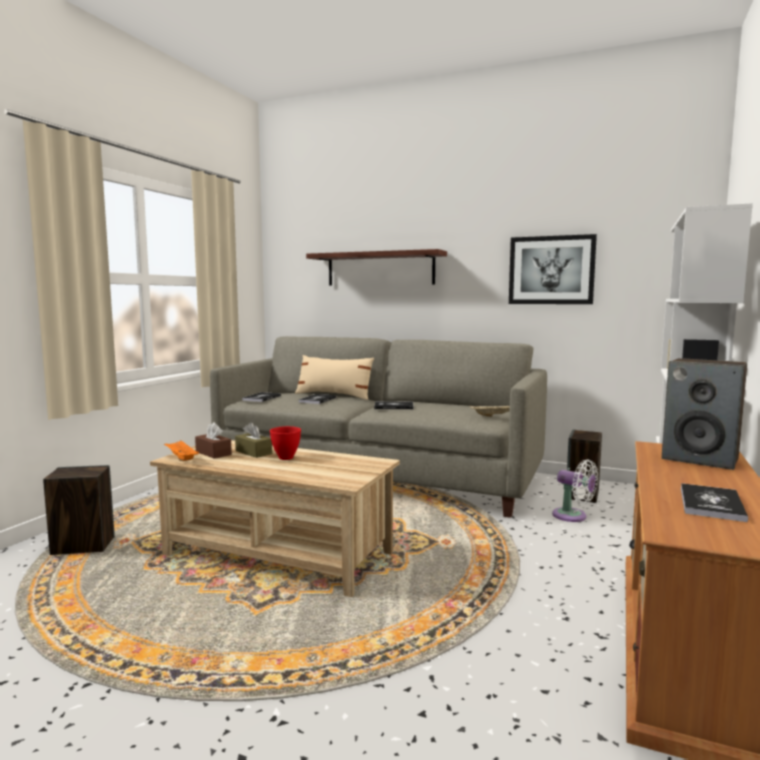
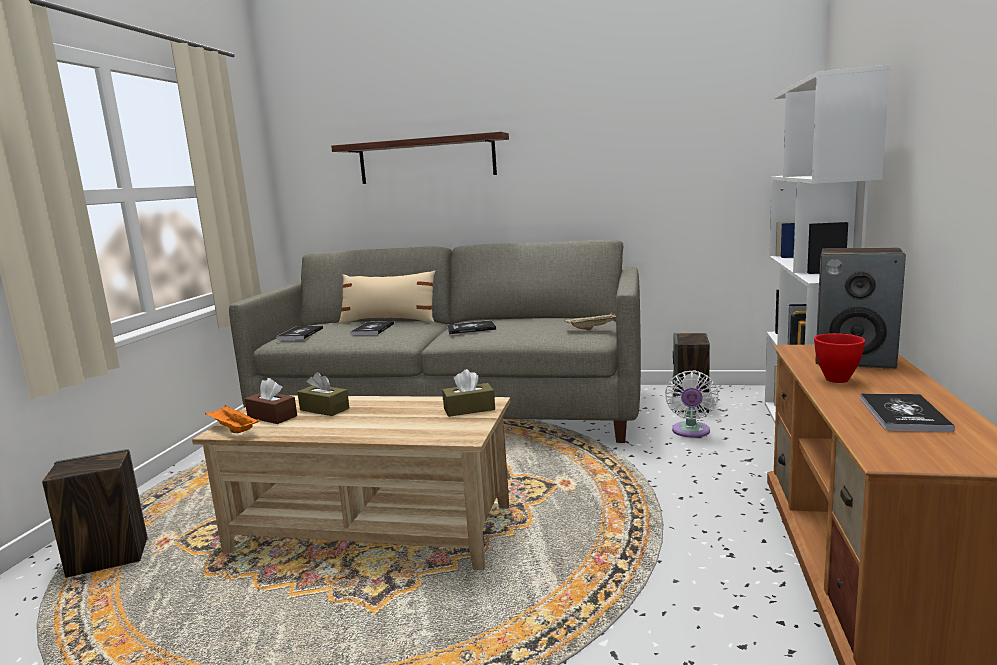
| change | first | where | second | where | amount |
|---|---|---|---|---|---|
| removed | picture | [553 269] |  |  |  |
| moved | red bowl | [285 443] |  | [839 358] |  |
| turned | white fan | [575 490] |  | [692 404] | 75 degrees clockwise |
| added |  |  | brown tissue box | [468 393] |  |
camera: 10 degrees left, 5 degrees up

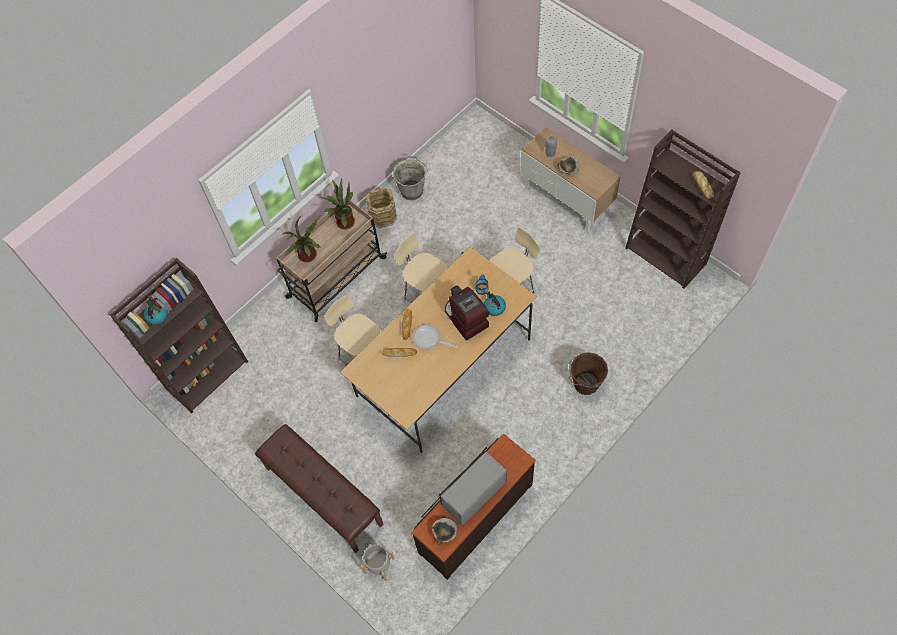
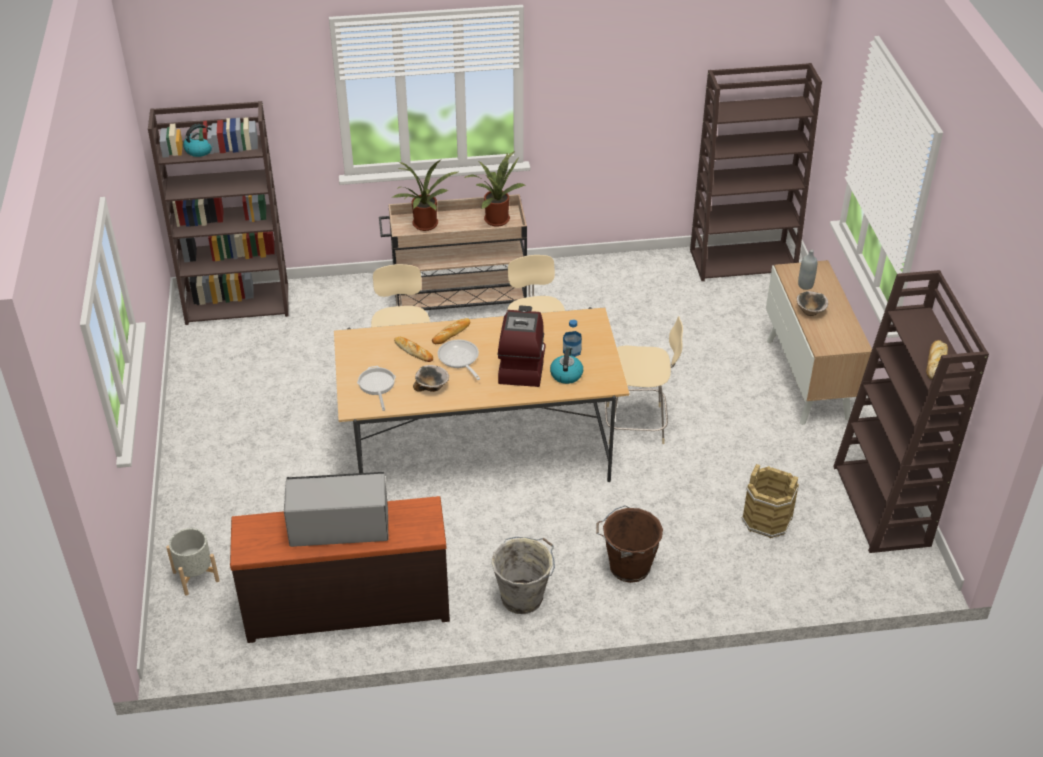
| change | first | where | second | where | amount |
|---|---|---|---|---|---|
| moved | grey bucket | [410 178] |  | [523 575] |  |
| moved | brown bucket | [381 208] |  | [770 501] |  |
| removed | brown bench | [319 488] |  |  |  |
| moved | bowl | [444 531] |  | [431 378] |  |
| added |  |  | brown bookcase | [756 172] |  |
| added |  |  | frying pan | [376 388] |  |
camera: 35 degrees right, 20 degrees down

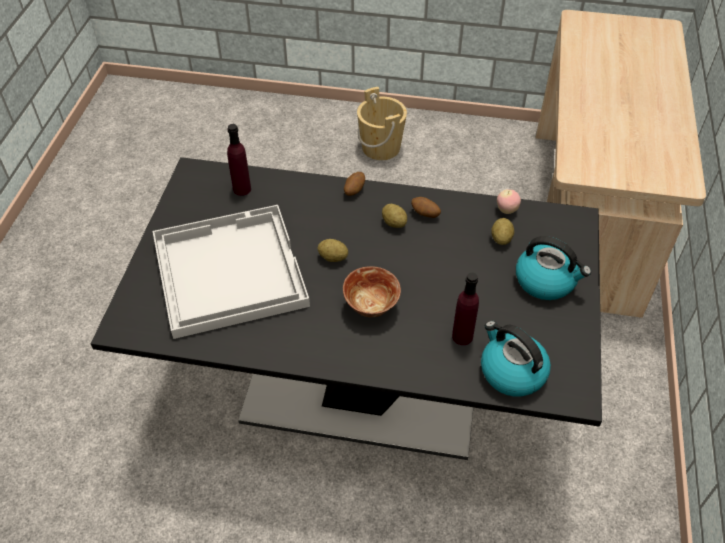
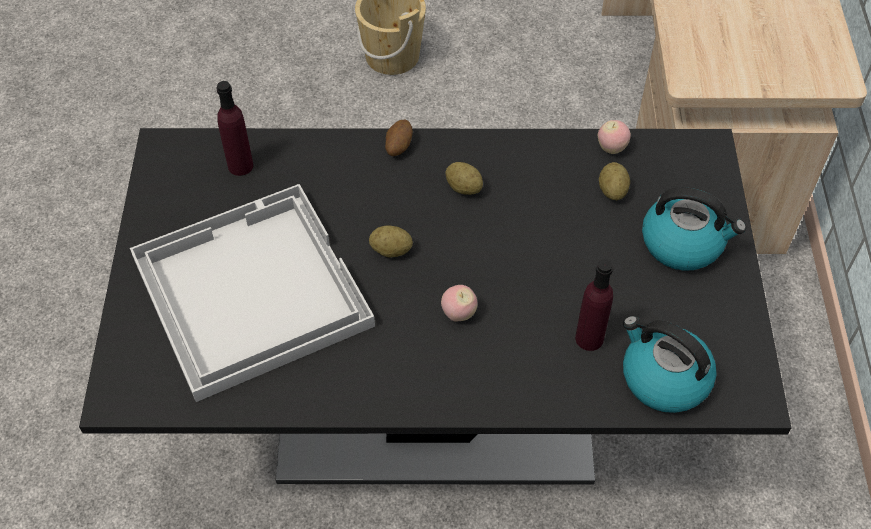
| change | first | where | second | where | amount |
|---|---|---|---|---|---|
| removed | potato | [426 207] |  |  |  |
| replaced | bowl | [372 291] | apple | [459 303] |  |
camera: 10 degrees left, 5 degrees up

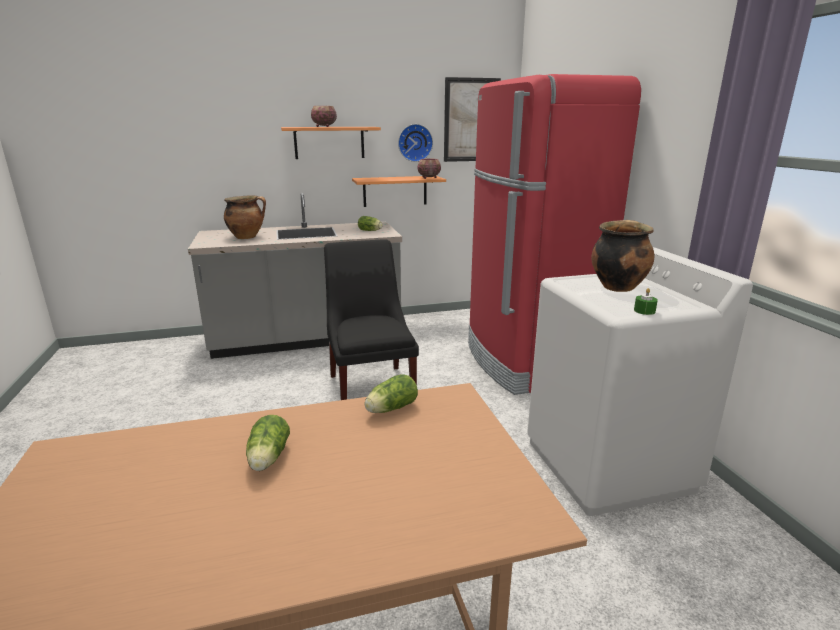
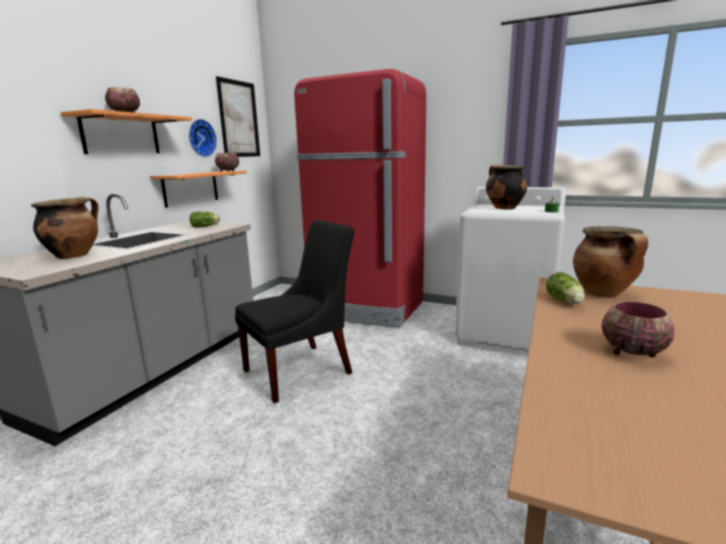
| change | first | where | second | where | amount |
|---|---|---|---|---|---|
| turned | black chair | [371 319] |  | [294 311] | 120 degrees clockwise |
| replaced | lettuce | [268 443] | bowl | [638 329] |  |
| added |  |  | cooking pot | [610 261] |  |
camera: 50 degrees left, 5 degrees down

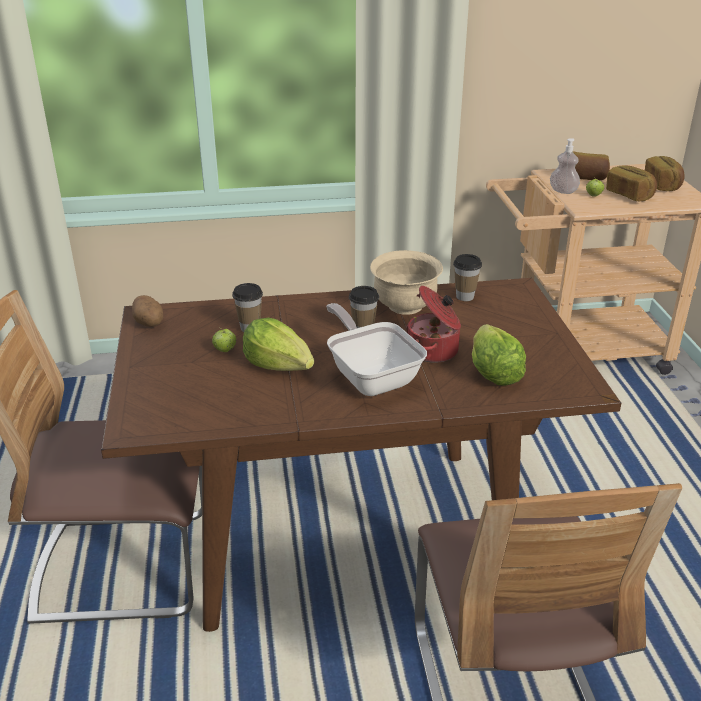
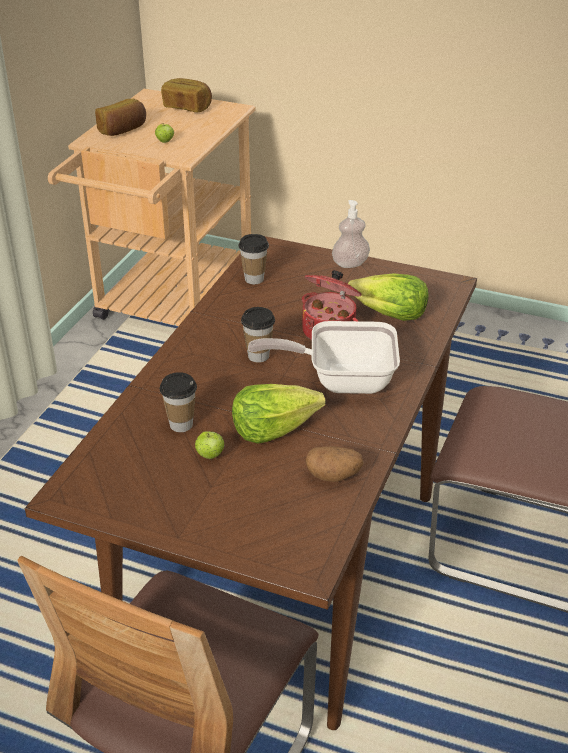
| change | first | where | second | where | amount |
|---|---|---|---|---|---|
| moved | soap dispenser | [565 166] |  | [351 234] |  |
| removed | bread | [631 183] |  |  |  |
| removed | beige bowl | [406 282] |  |  |  |
| moved | potato | [147 311] |  | [334 464] |  |
camera: 60 degrees left, 5 degrees up

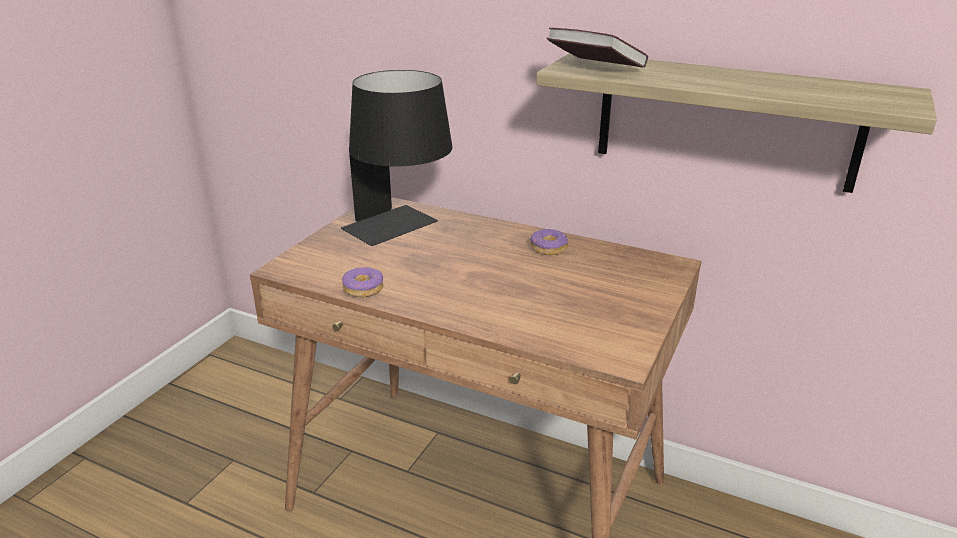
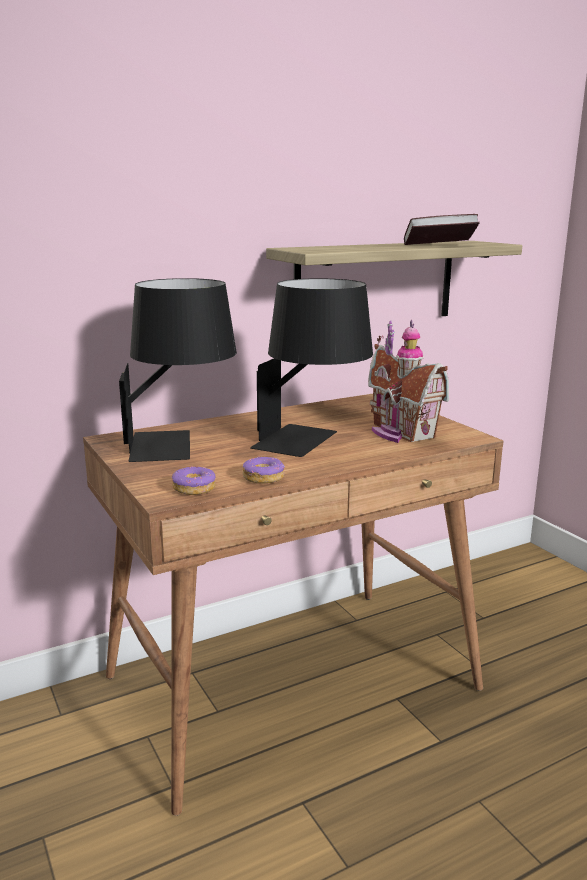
| change | first | where | second | where | amount |
|---|---|---|---|---|---|
| moved | book | [597 48] |  | [442 229] |  |
| moved | donut | [549 242] |  | [194 480] |  |
| added |  |  | black table lamp | [311 367] |  |
| added |  |  | toy house | [408 381] |  |
camera: 55 degrees left, 10 degrees down

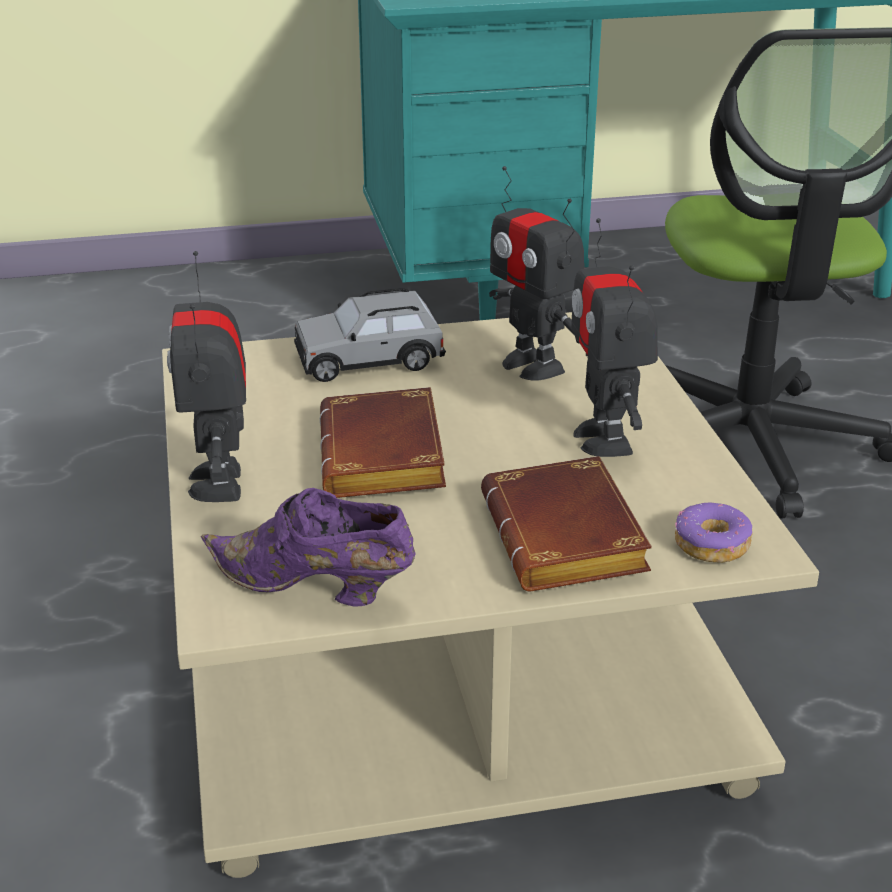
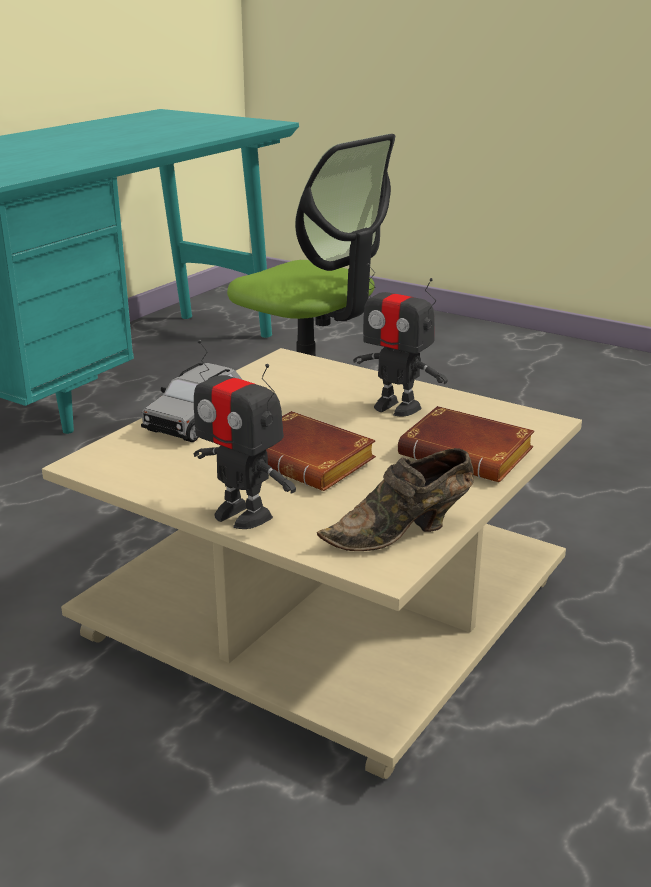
| change | first | where | second | where | amount |
|---|---|---|---|---|---|
| removed | toy robot | [536 273] |  |  |  |
| recoloured | purple shoe | [308 547] | brown shoe | [395 499] |  |
| removed | donut | [714 533] |  |  |  |
camera: 45 degrees left, 5 degrees down

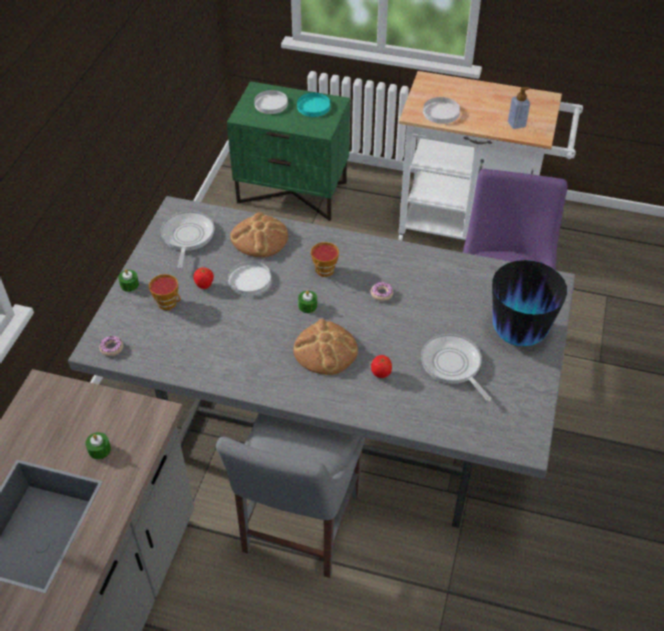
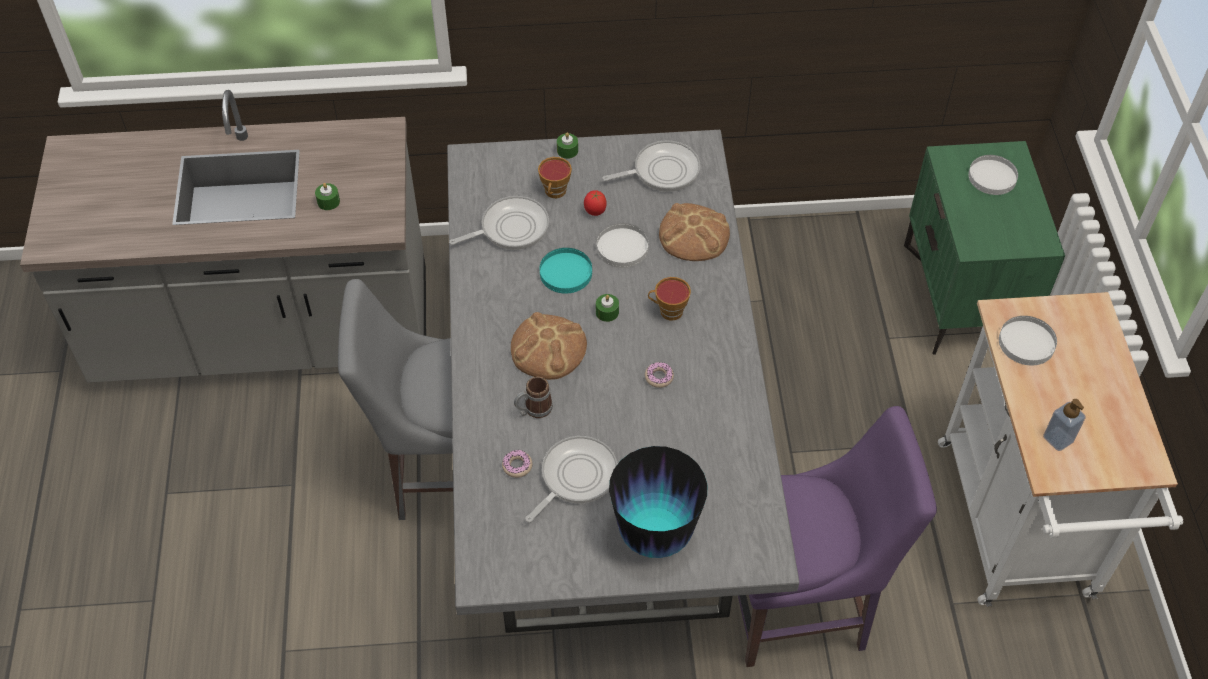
| change | first | where | second | where | amount |
|---|---|---|---|---|---|
| moved | turquoise plate | [313 105] |  | [566 271] |  |
| moved | donut | [111 346] |  | [517 464] |  |
| replaced | tomato | [381 366] | mug | [533 397] |  |
| added |  |  | frying pan | [499 223] |  |
camera: 70 degrees right, 5 degrees up

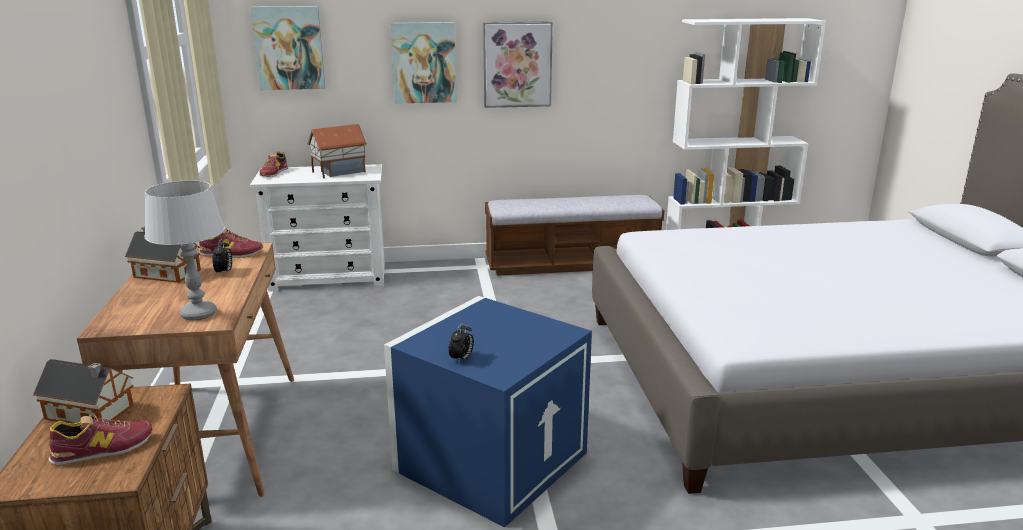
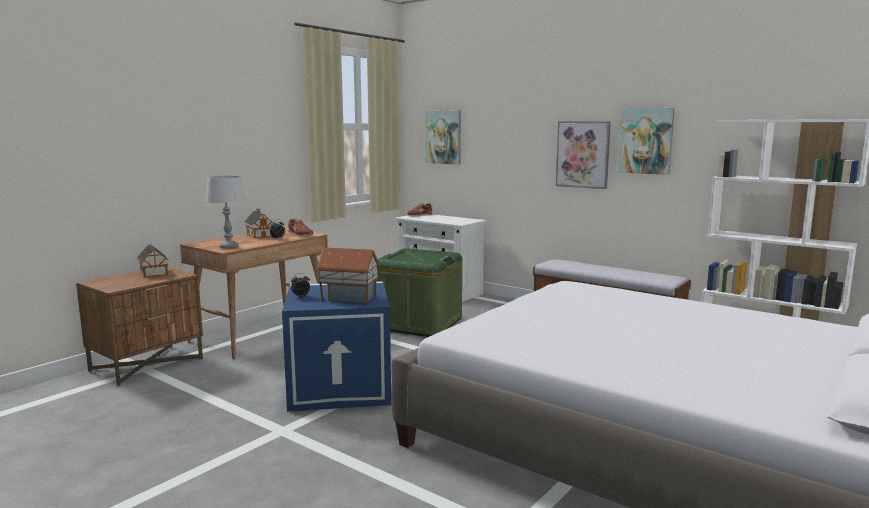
| change | first | where | second | where | amount |
|---|---|---|---|---|---|
| moved | picture | [423 63] |  | [646 141] |  |
| moved | toy house | [337 151] |  | [348 275] |  |
| removed | shoe | [100 440] |  |  |  |
| added |  |  | green storage box | [419 292] |  |
camera: 45 degrees right, 10 degrees down

